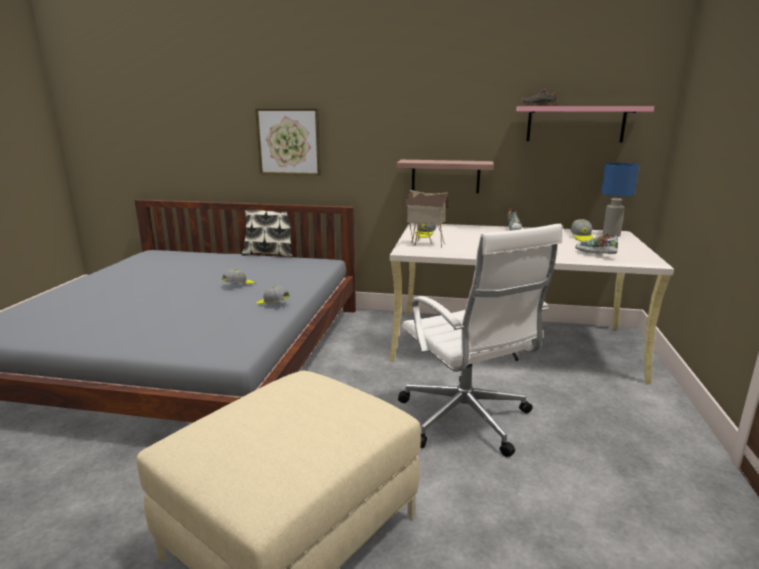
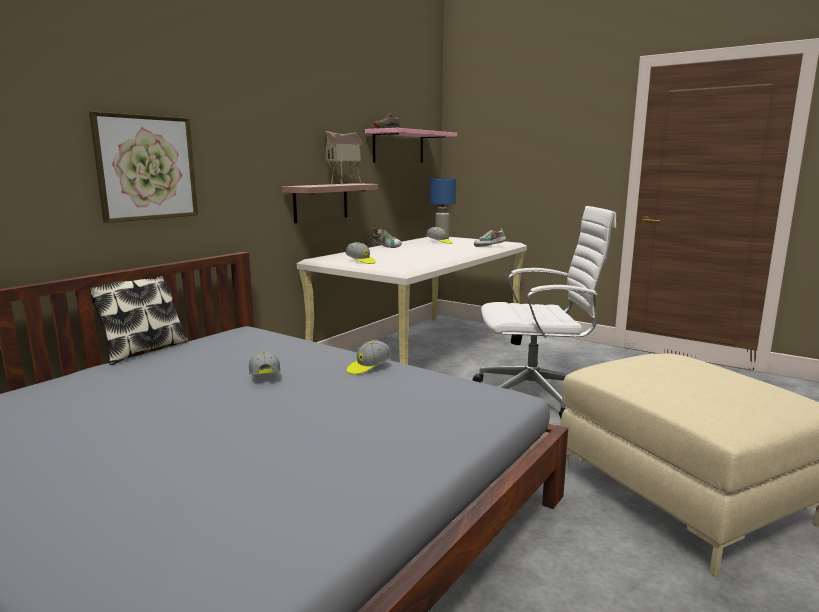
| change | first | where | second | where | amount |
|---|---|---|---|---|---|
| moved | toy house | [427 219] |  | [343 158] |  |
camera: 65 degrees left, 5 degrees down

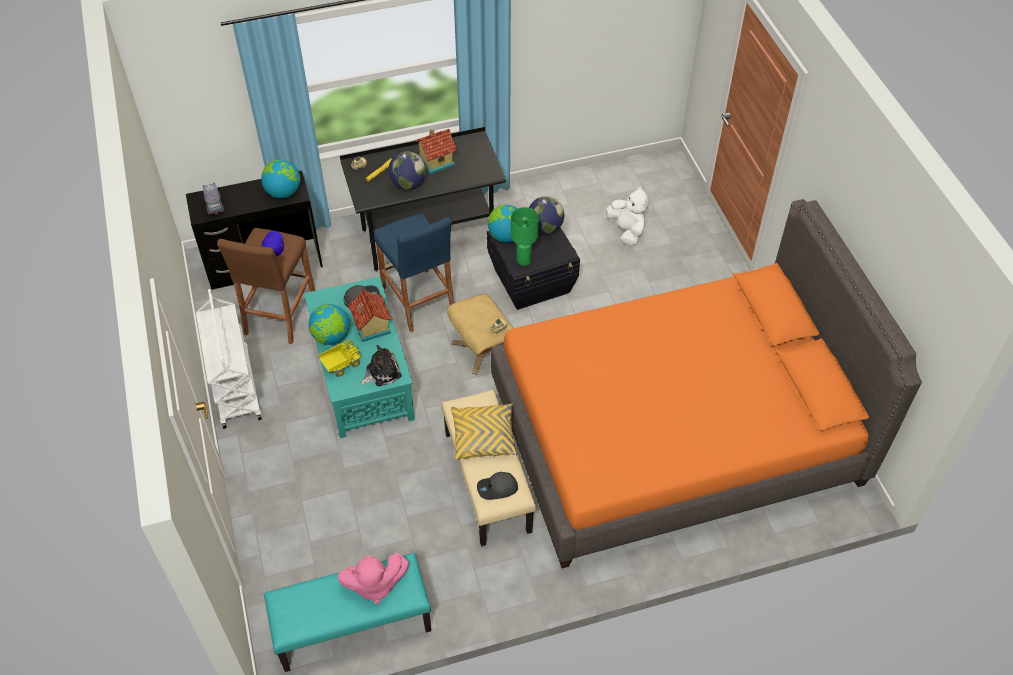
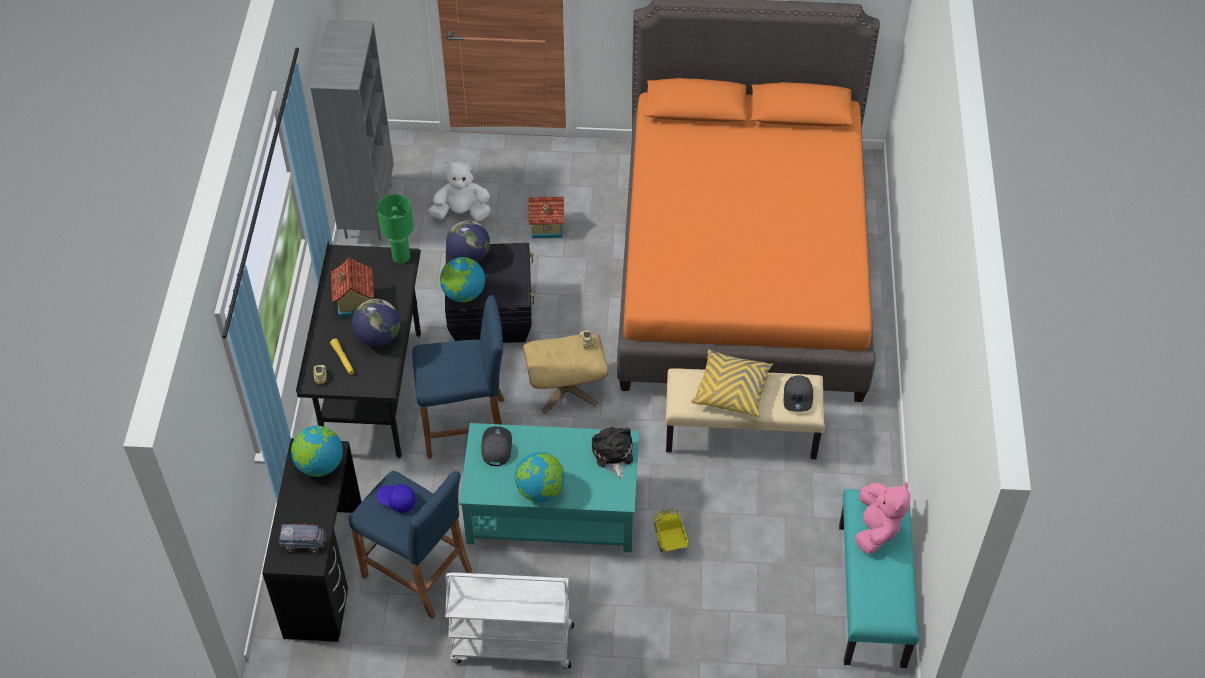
| change | first | where | second | where | amount |
|---|---|---|---|---|---|
| moved | green table lamp | [525 236] |  | [395 229] |  |
| recoloured | brown stool | [266 286] | blue stool | [410 545] |  |
| moved | toy house | [370 315] |  | [546 217] |  |
| moved | toy truck | [340 358] |  | [671 530] |  |
| added |  |  | grey bookcase | [352 129] |  |
camera: 70 degrees left, 0 degrees up

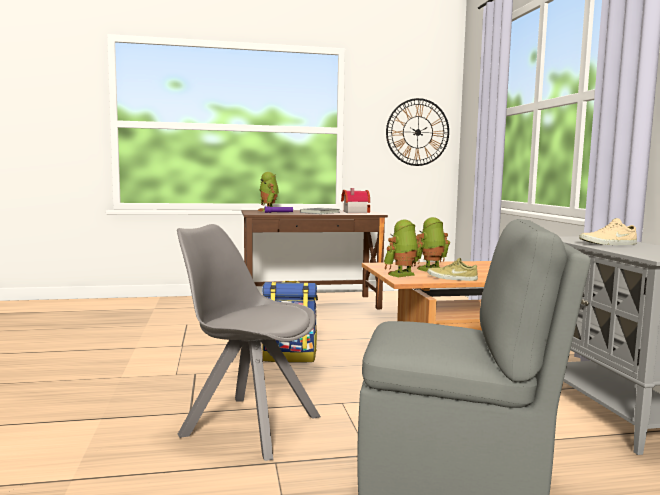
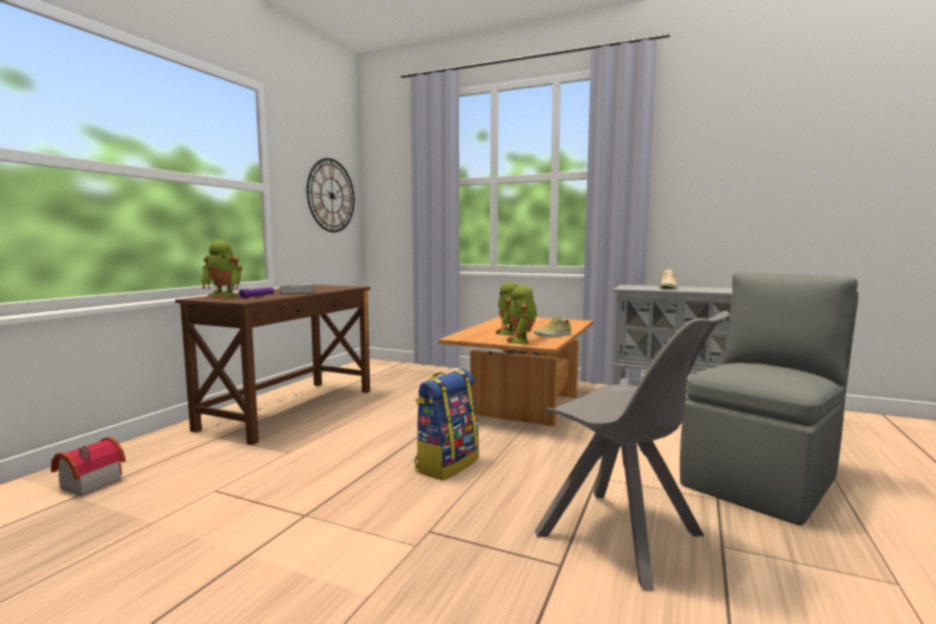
| change | first | where | second | where | amount |
|---|---|---|---|---|---|
| moved | toy house | [355 200] |  | [88 466] |  |
| turned | grey chair | [249 342] |  | [632 451] | 105 degrees counterclockwise |
camera: 55 degrees left, 0 degrees up

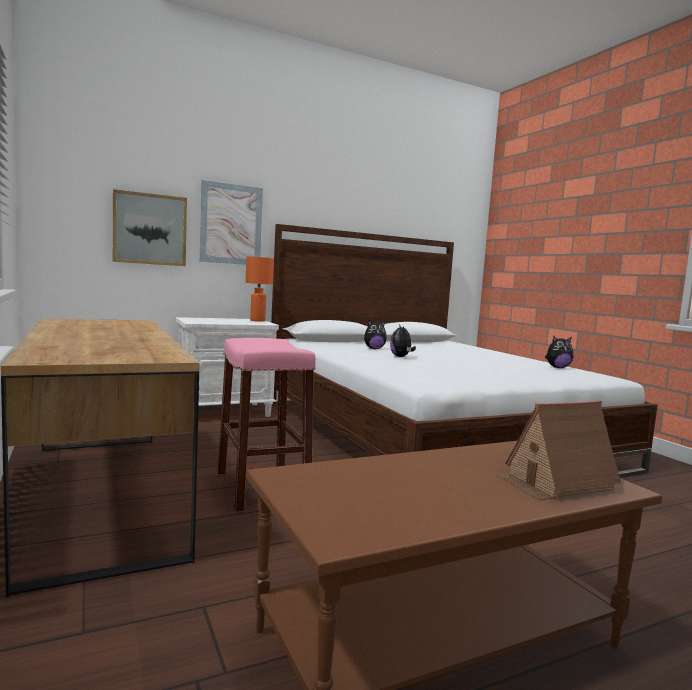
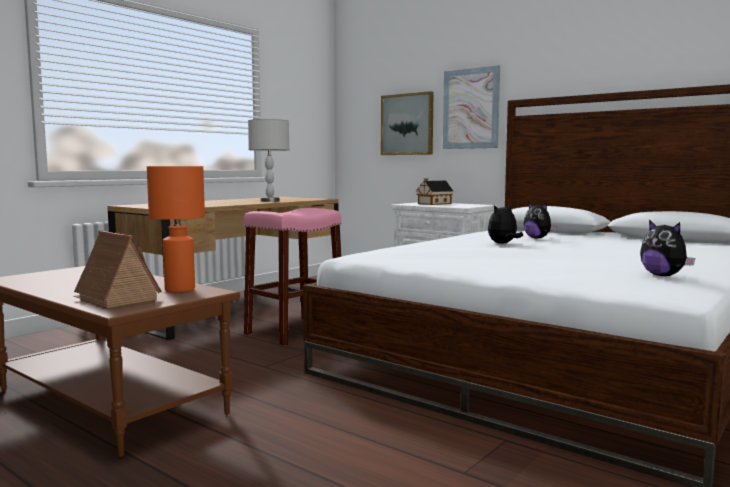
| change | first | where | second | where | amount |
|---|---|---|---|---|---|
| moved | orange table lamp | [259 289] |  | [176 229] |  |
| added |  |  | grey table lamp | [268 160] |  |
| added |  |  | toy house | [434 191] |  |
camera: 65 degrees right, 0 degrees up

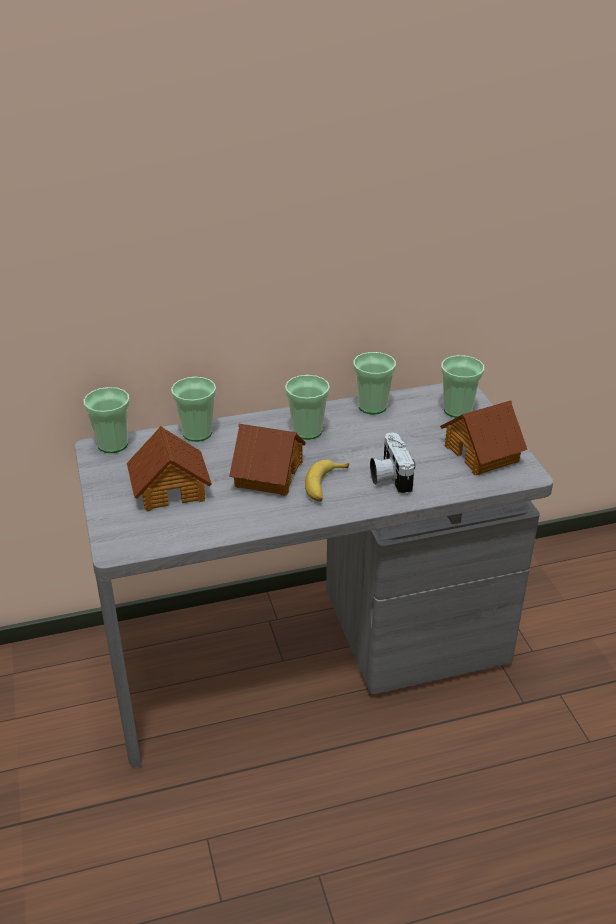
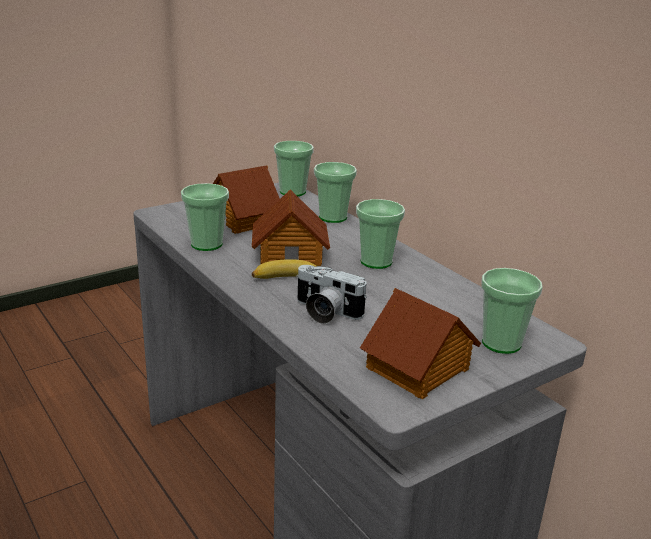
| change | first | where | second | where | amount |
|---|---|---|---|---|---|
| moved | cup | [374 383] |  | [205 217] |  |
| turned | photo camera | [392 464] |  | [332 294] | 120 degrees counterclockwise |
camera: 70 degrees right, 10 degrees down

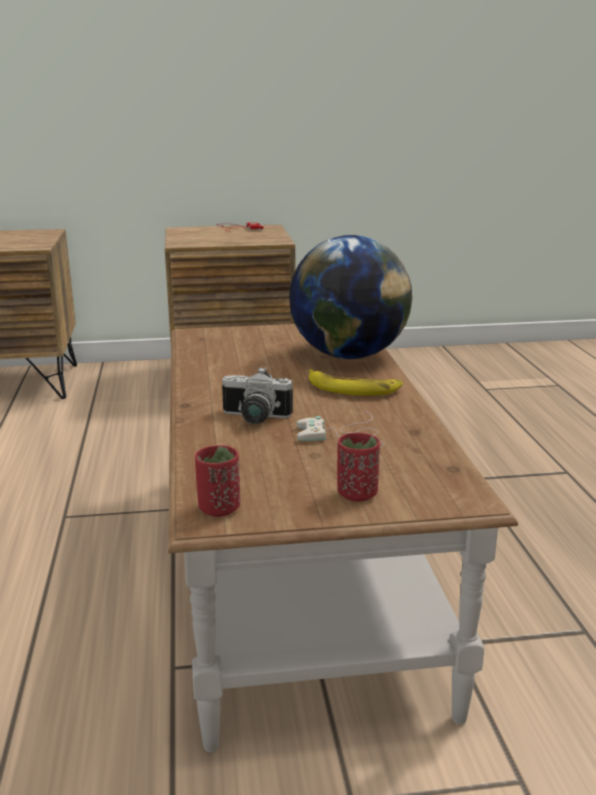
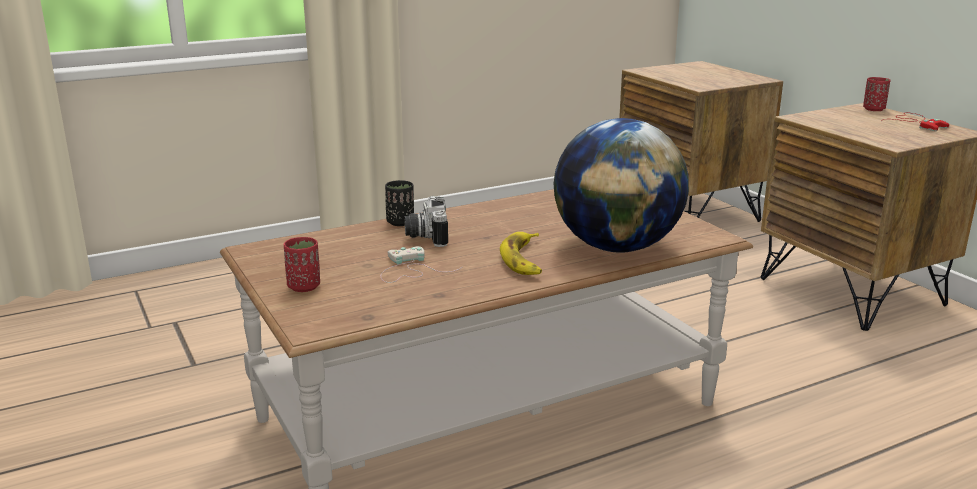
| change | first | where | second | where | amount |
|---|---|---|---|---|---|
| moved | red cup | [217 481] |  | [876 94] |  |
| added |  |  | black cup | [399 203] |  |
camera: 70 degrees right, 0 degrees up

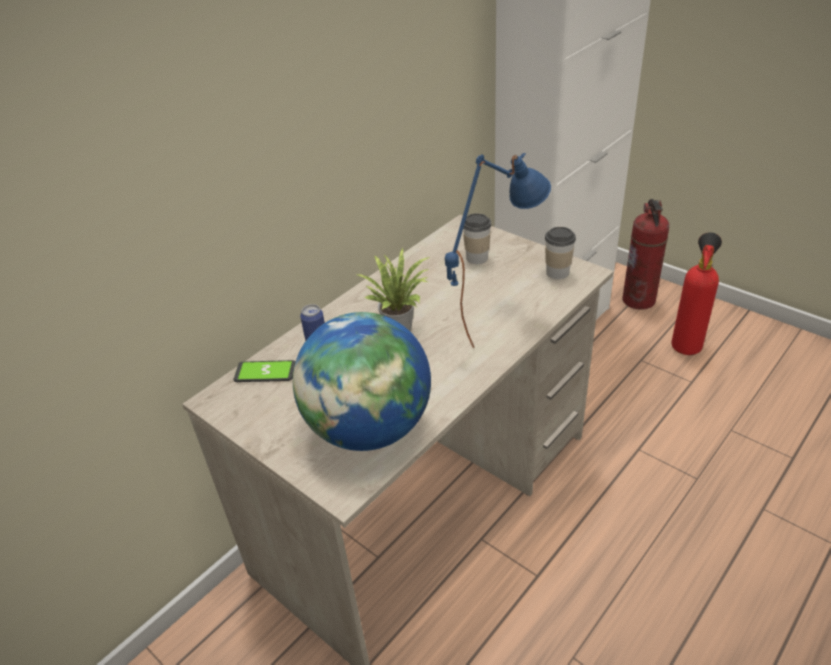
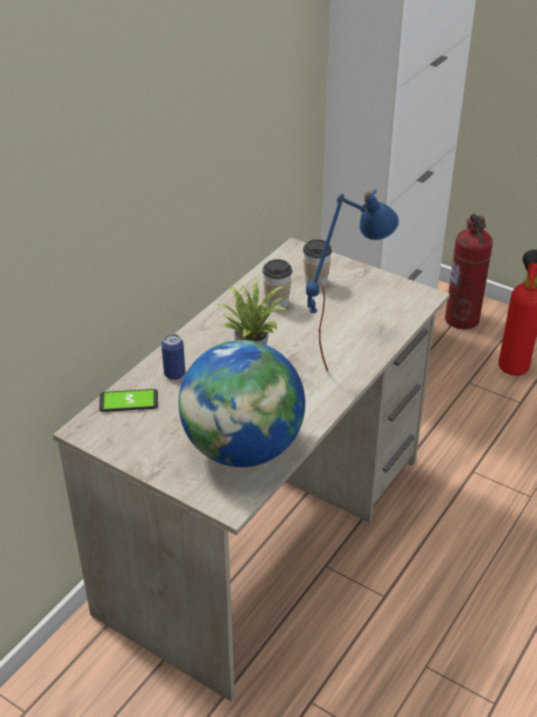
| change | first | where | second | where | amount |
|---|---|---|---|---|---|
| moved | cup | [560 253] |  | [277 284] |  |
camera: 10 degrees left, 0 degrees up

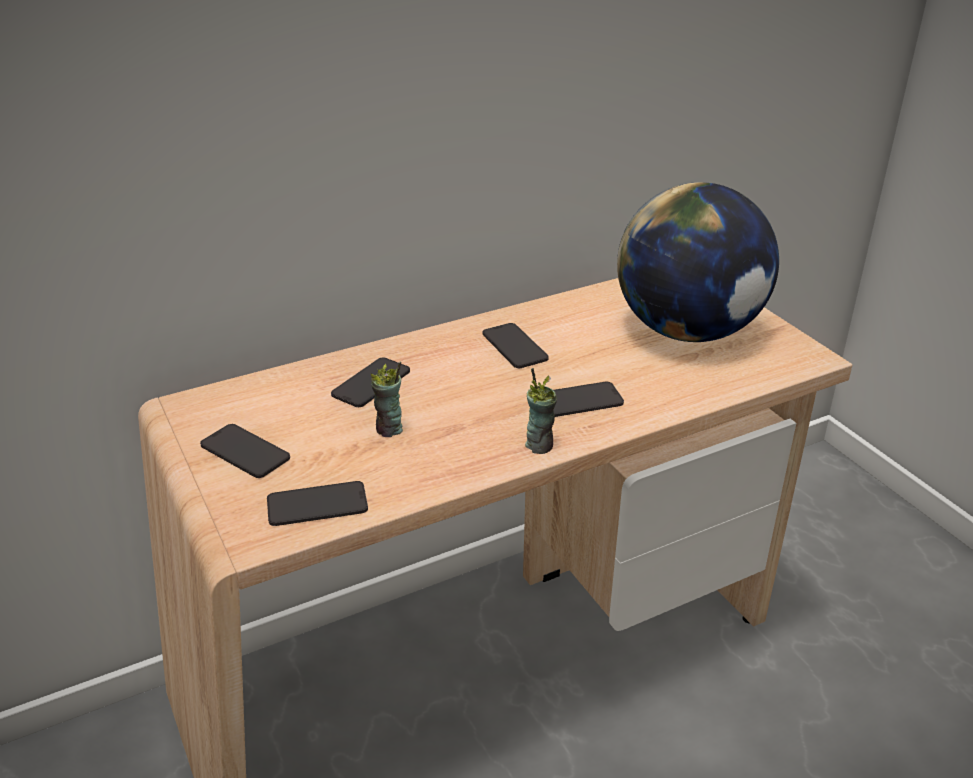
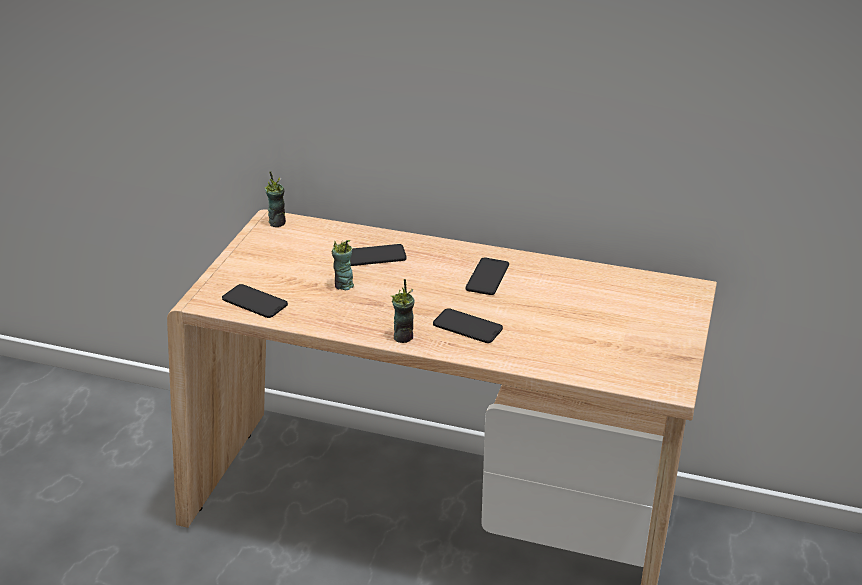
| change | first | where | second | where | amount |
|---|---|---|---|---|---|
| removed | globe | [698 262] |  |  |  |
| removed | phone | [245 451] |  |  |  |
| added |  |  | cup | [275 199] |  |
camera: 45 degrees right, 0 degrees up

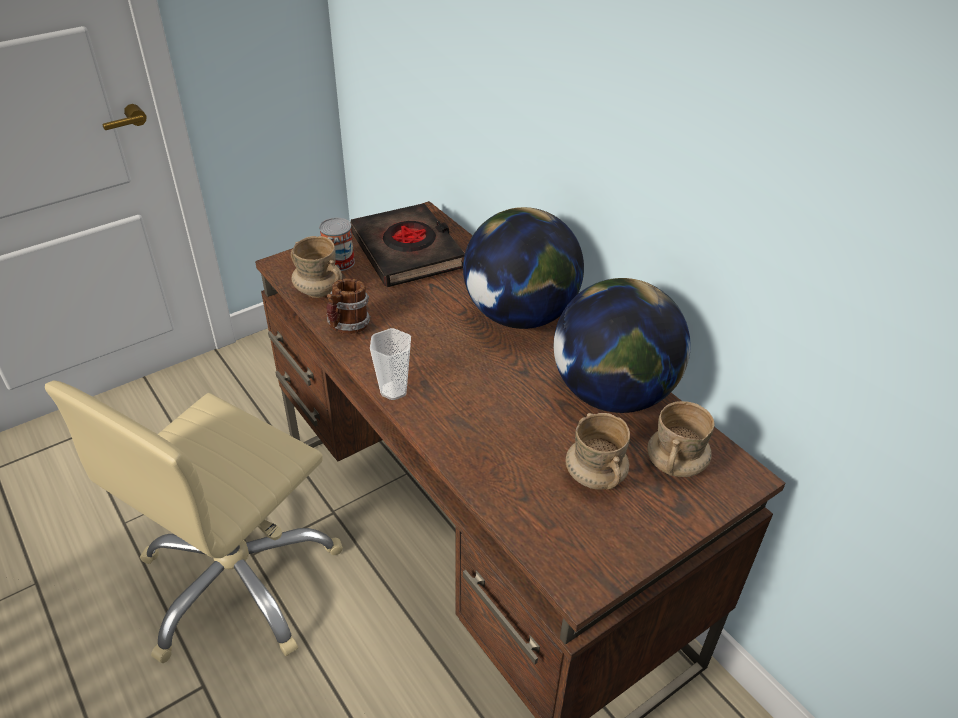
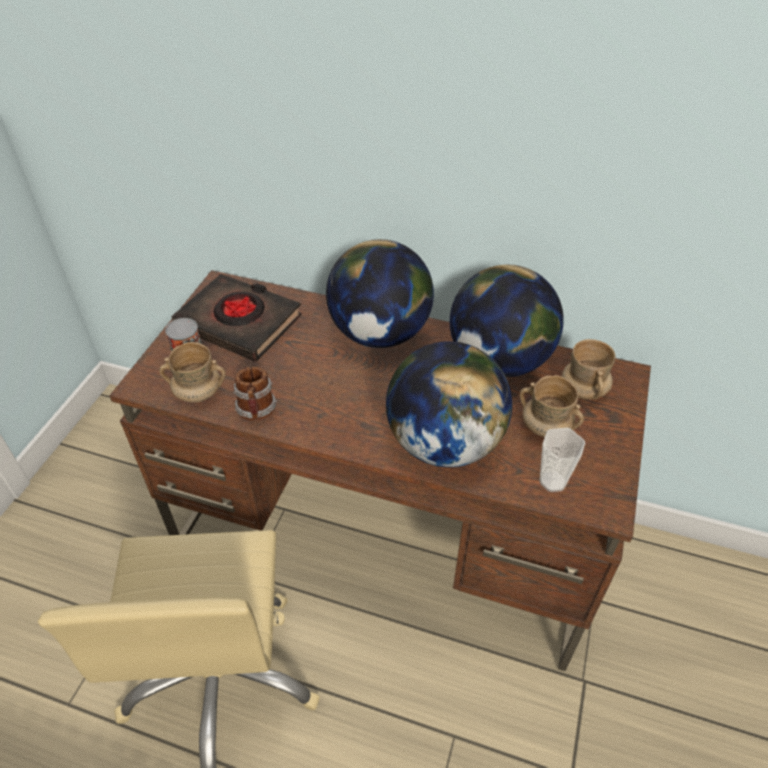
| change | first | where | second | where | amount |
|---|---|---|---|---|---|
| moved | cup | [390 364] |  | [562 460] |  |
| added |  |  | globe | [449 404] |  |
camera: 35 degrees left, 5 degrees up

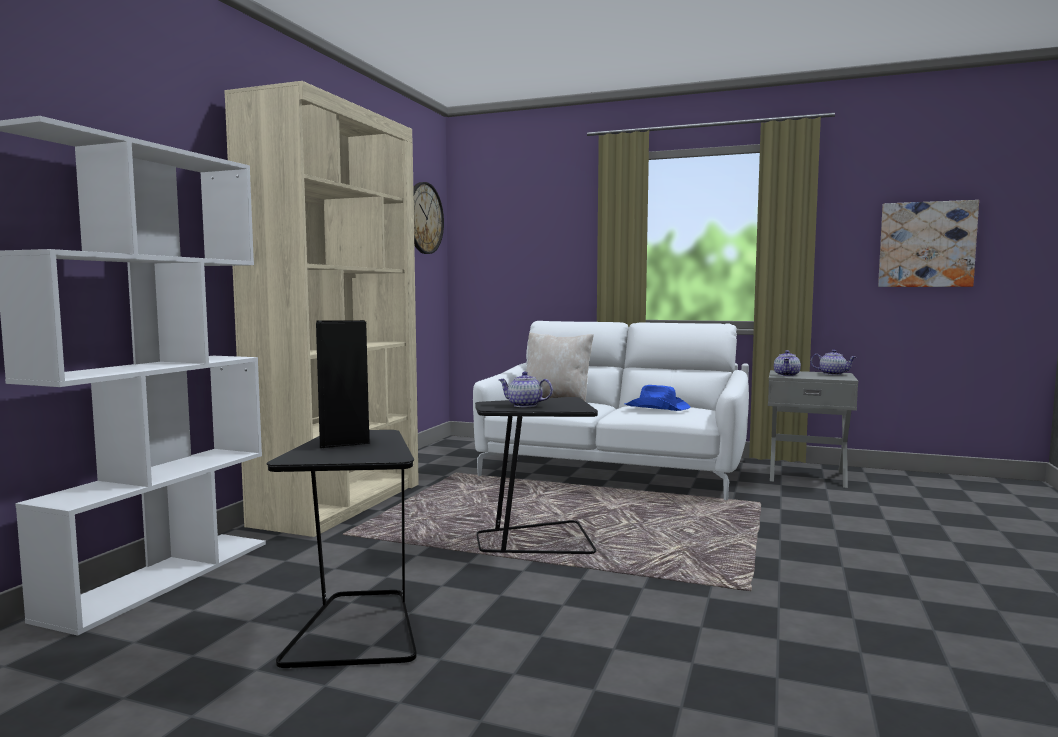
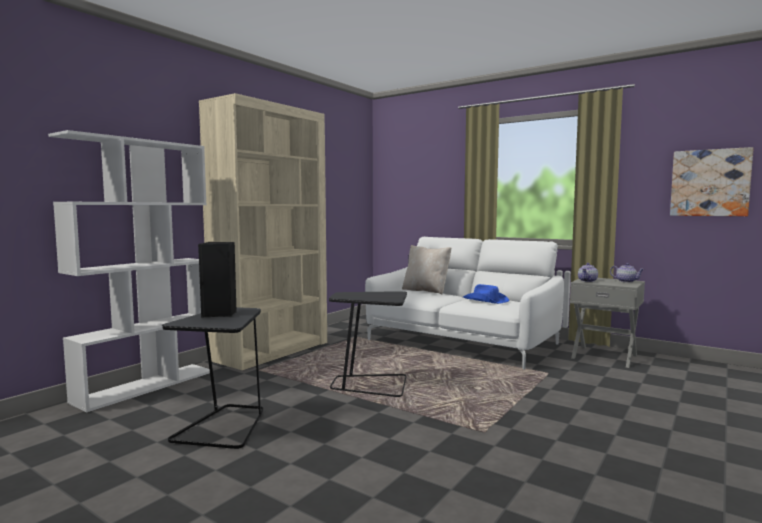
| change | first | where | second | where | amount |
|---|---|---|---|---|---|
| removed | wall clock | [428 218] |  |  |  |
| removed | teapot | [526 389] |  |  |  |
camera: 15 degrees right, 0 degrees up

